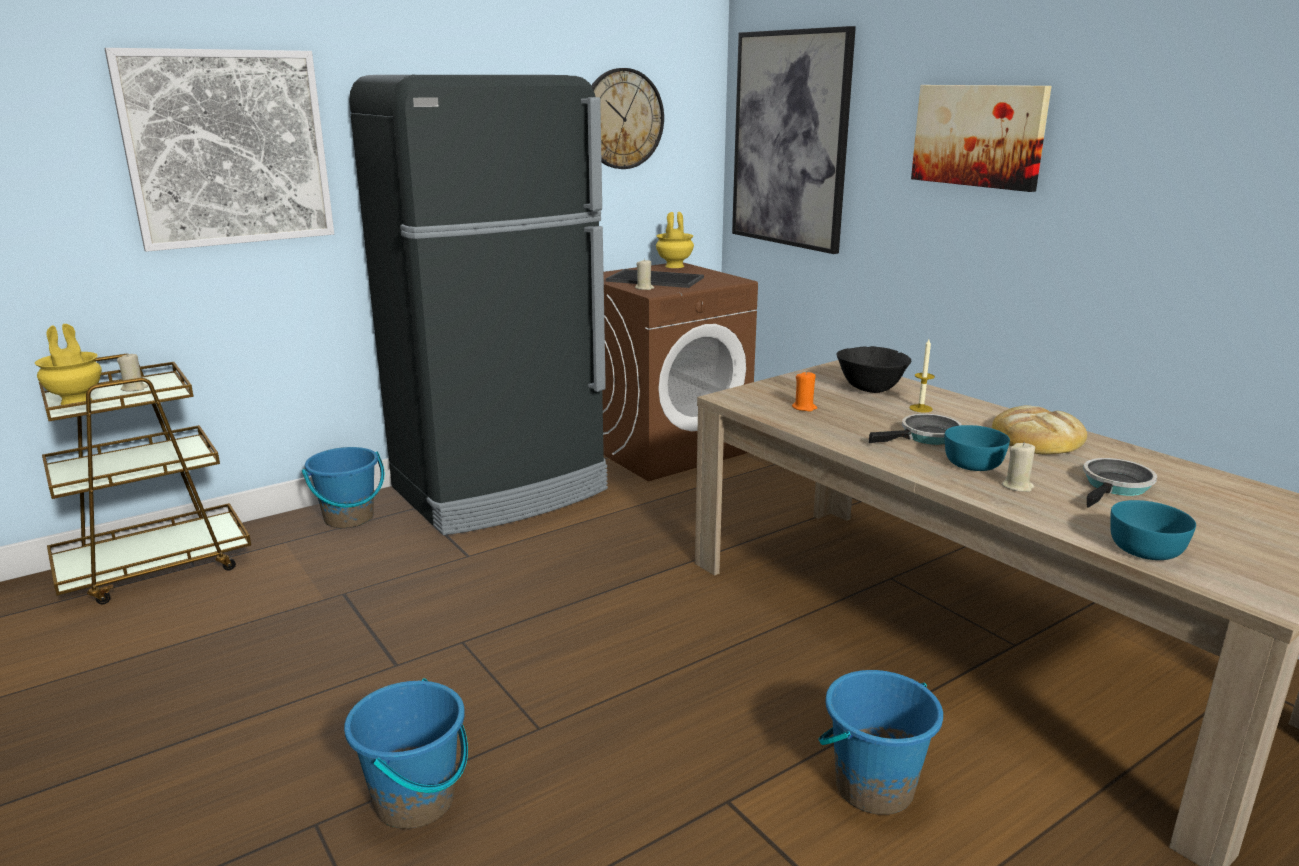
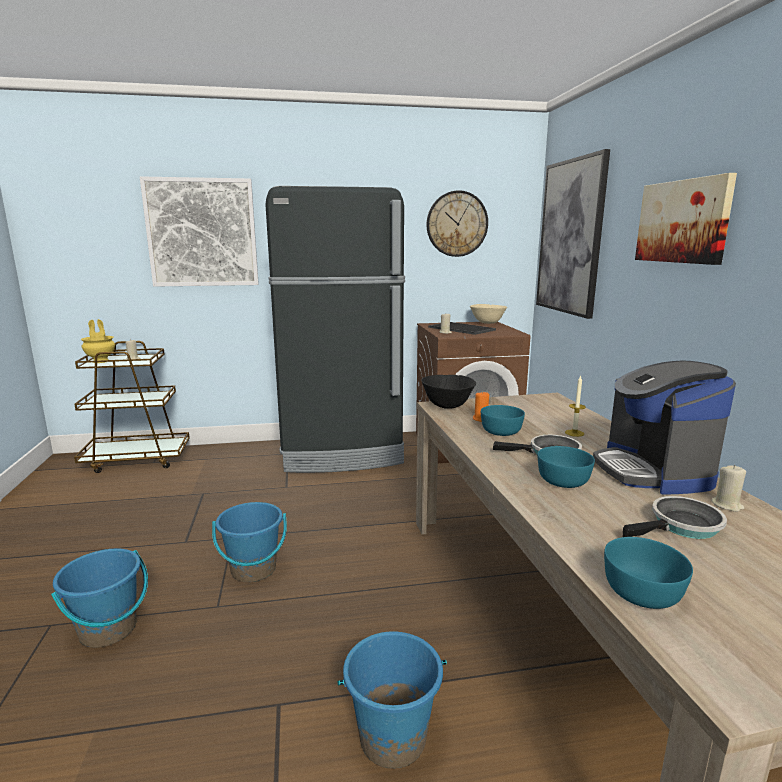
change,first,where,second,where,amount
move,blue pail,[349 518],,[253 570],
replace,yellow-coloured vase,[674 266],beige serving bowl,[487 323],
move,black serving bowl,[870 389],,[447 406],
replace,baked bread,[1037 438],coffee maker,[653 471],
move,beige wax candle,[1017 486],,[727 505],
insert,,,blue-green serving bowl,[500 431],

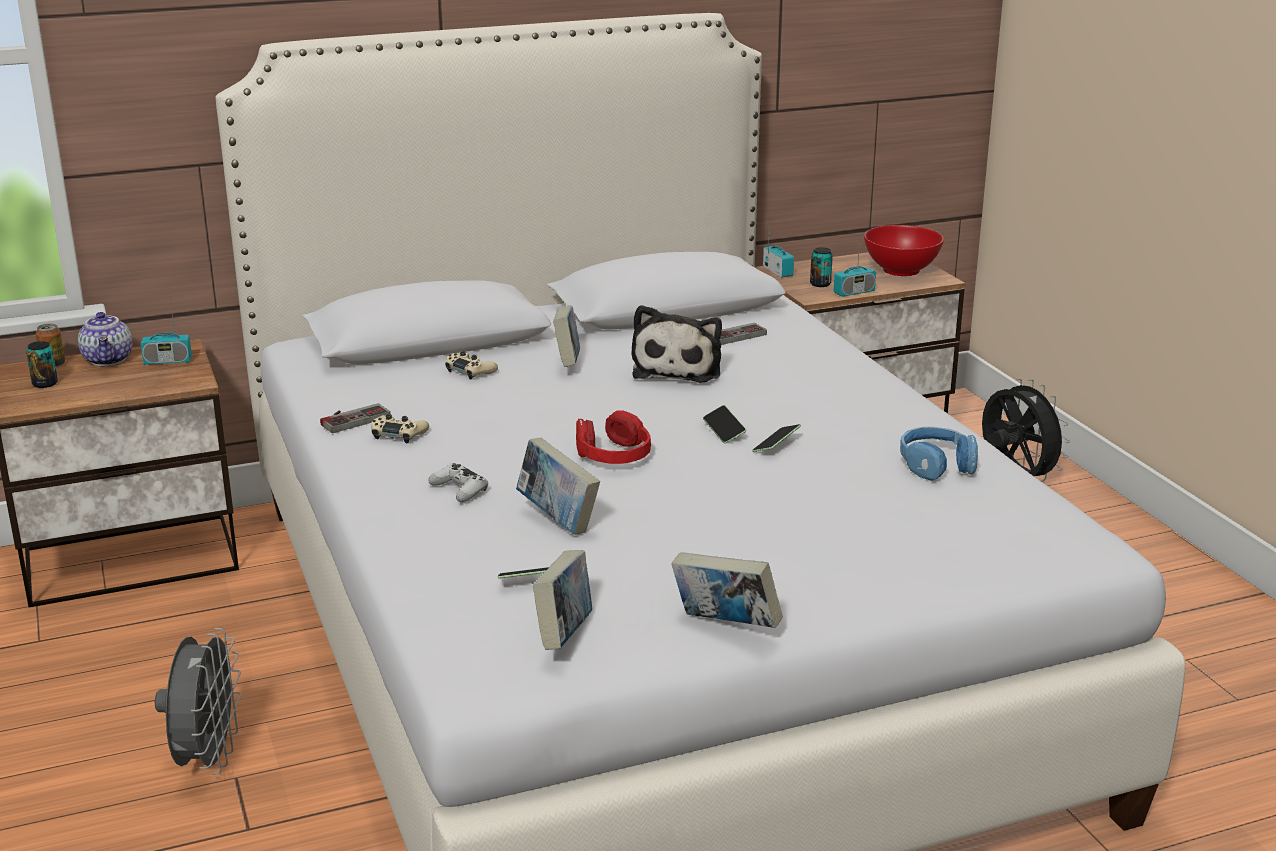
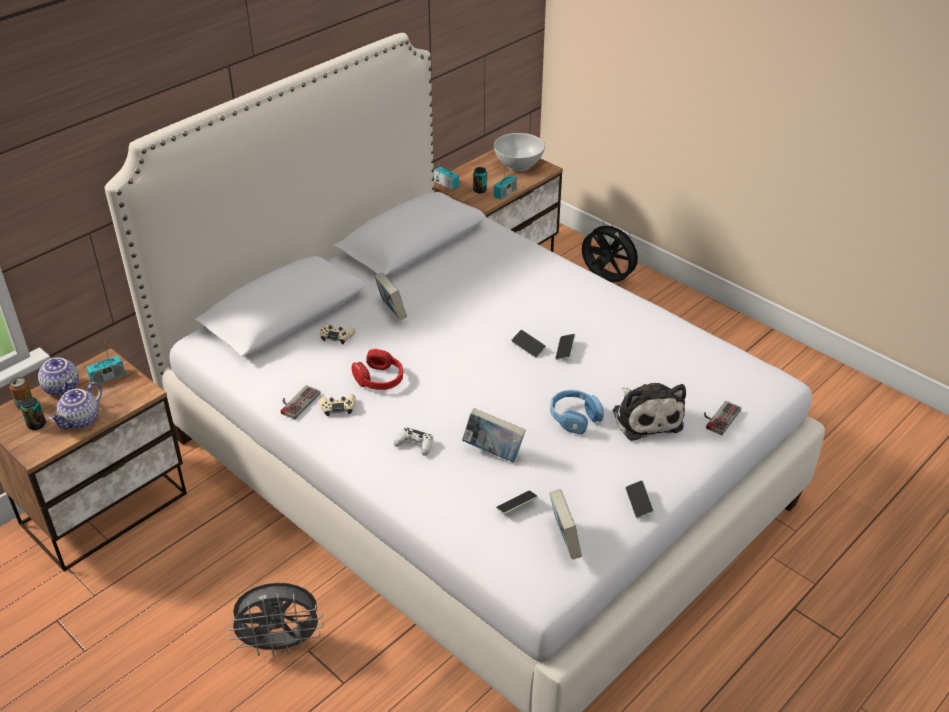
change,first,where,second,where,amount
rotate,greyish fan,[207 759],,[281 644],105 degrees clockwise
move,reddish headphones,[613 456],,[379 379],
move,plush toy,[678 368],,[646 417],
replace,volume,[725 626],telephone,[638 503],
move,gamepad,[733 334],,[718 417],
recolor,reddish serving bowl,[901 270],white serving bowl,[518 165],
move,blue headphones,[936 465],,[574 417],
insert,,,teapot,[81 421],

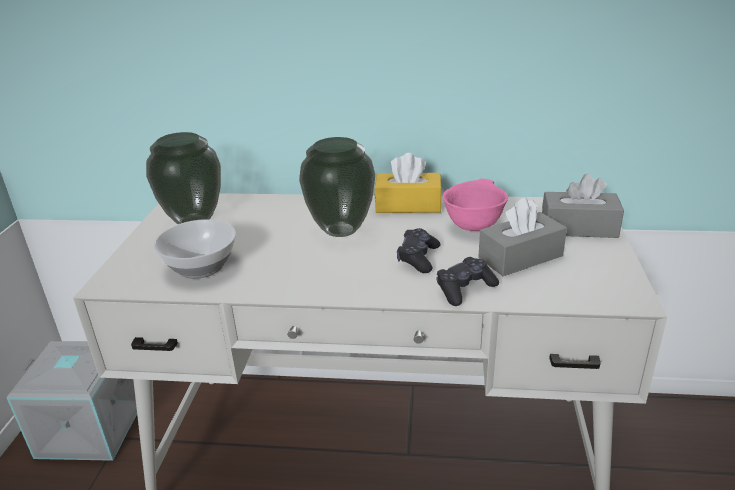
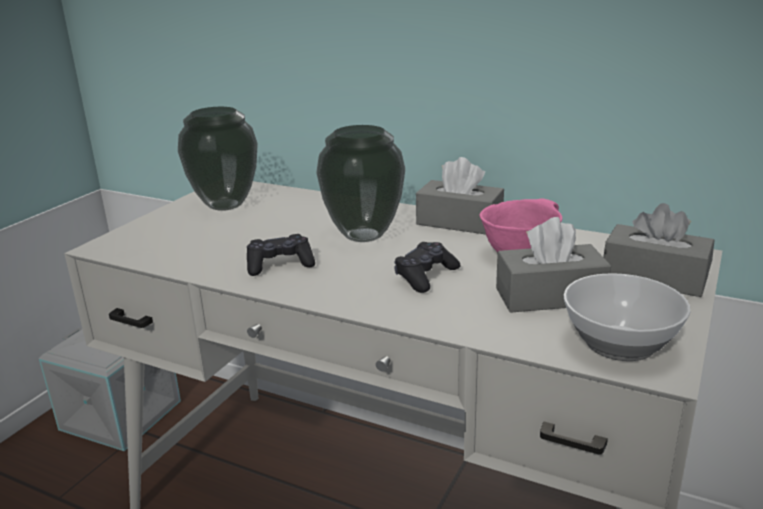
change,first,where,second,where,amount
move,serving bowl,[201 266],,[620 342],
recolor,yellow-coloured tissue box,[408 205],greyish tissue box,[459 222],
move,black gamepad,[465 289],,[280 265],

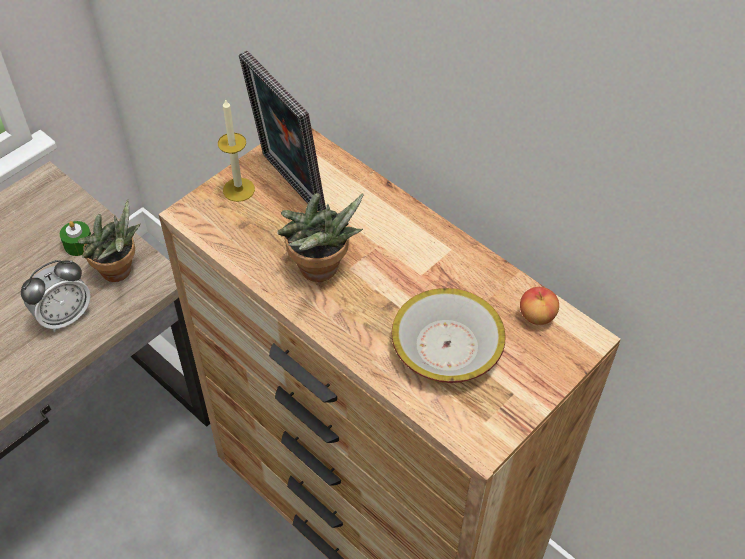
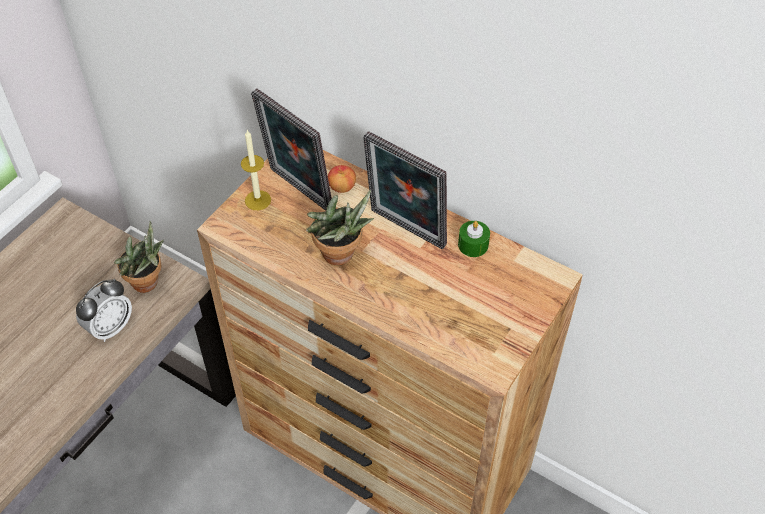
change,first,where,second,where,amount
move,green-coloured wax candle,[79 244],,[473 245],
delete,serving bowl,[447 345],,,
move,apple,[537 316],,[342 187],
insert,,,photo frame,[405 231],

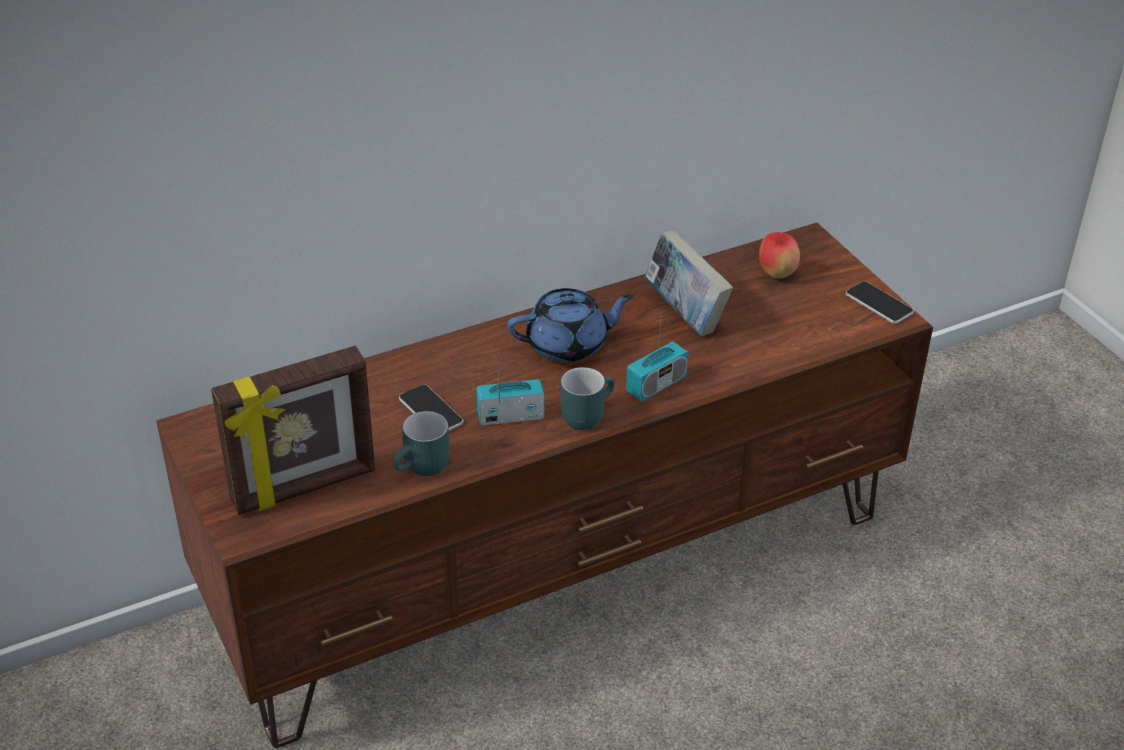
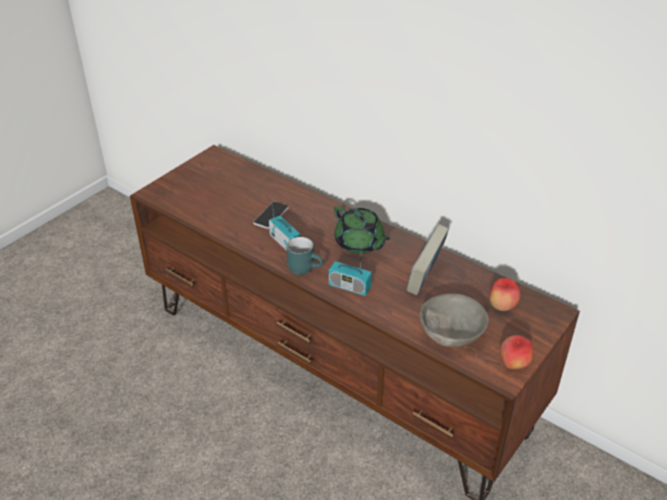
change,first,where,second,where,amount
delete,photo frame,[304 488],,,
delete,blue-green tea mug,[423 468],,,
recolor,blue teapot,[568 345],green-coloured teapot,[359 243],
replace,telephone,[879 304],apple,[513 364],
insert,,,greyish serving bowl,[452 334],

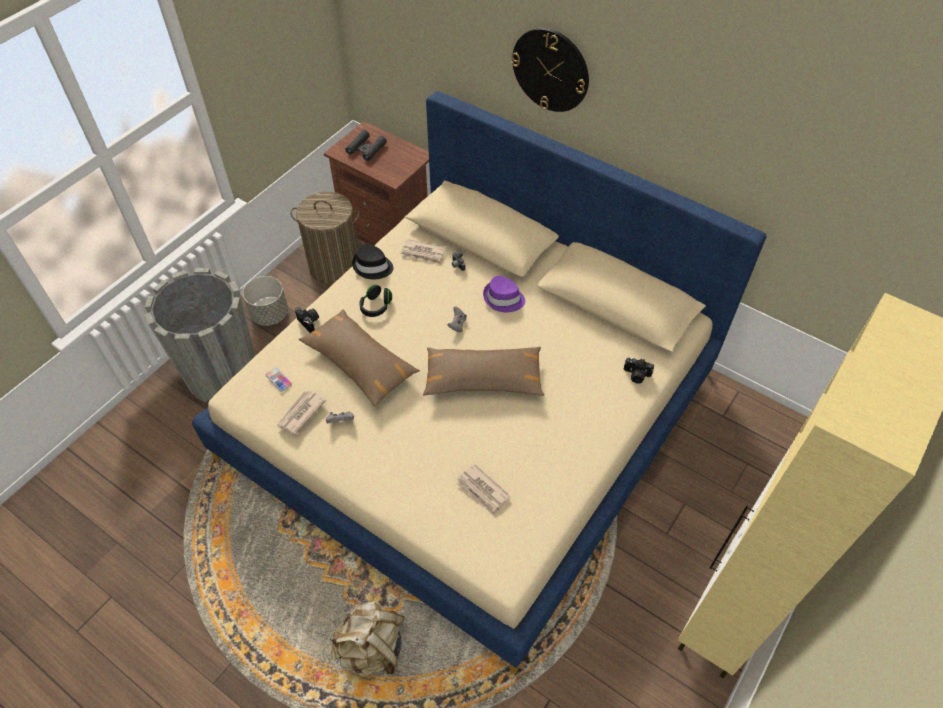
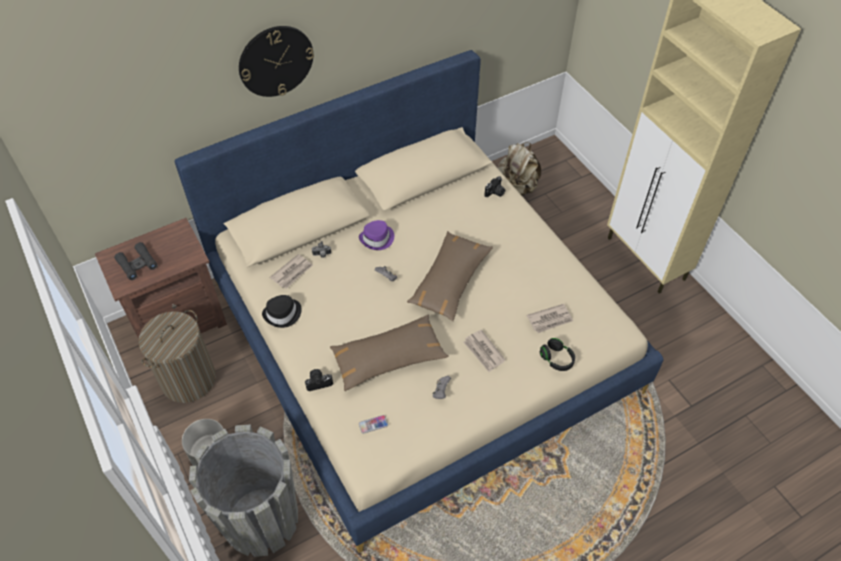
change,first,where,second,where,amount
move,daily paper,[300 413],,[483 352],
move,beige knapsack,[372 648],,[516 188],
move,black headphones,[376 306],,[556 359],

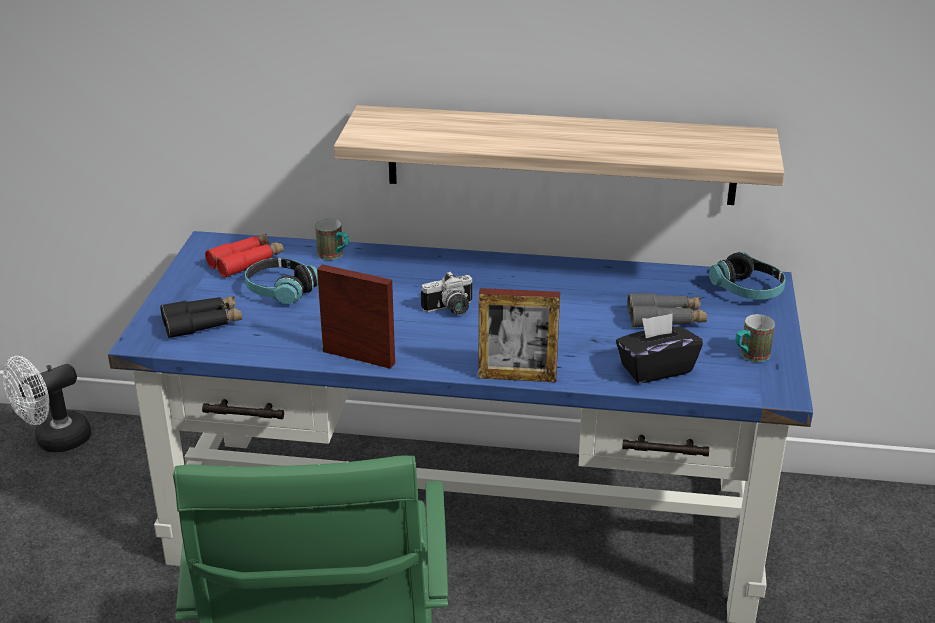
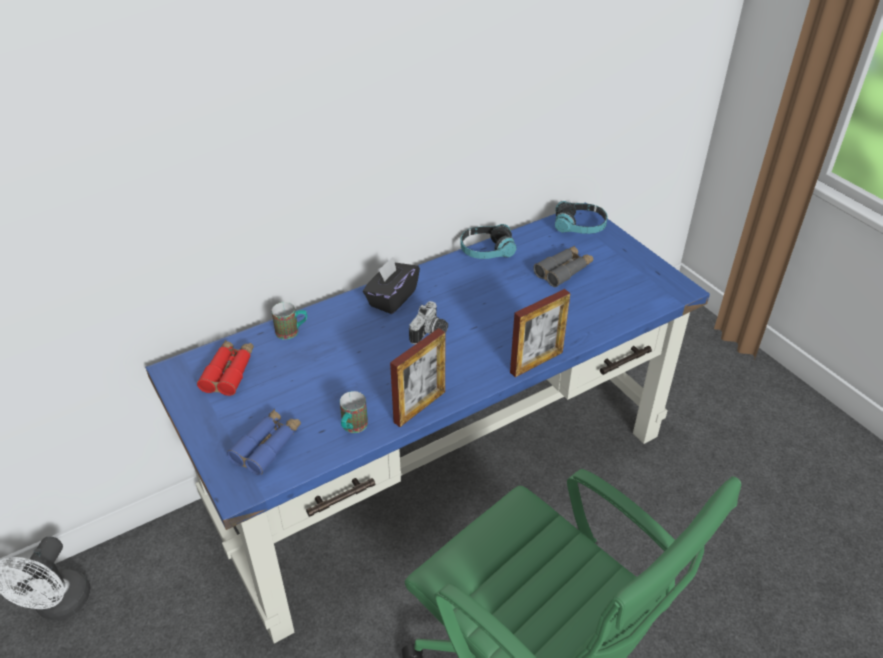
change,first,where,second,where,amount
recolor,black binoculars,[202 323],blue binoculars,[267 446],
move,headphones,[281 290],,[486 250],
rotate,photo frame,[358 357],,[419 407],150 degrees clockwise
delete,wall shelf,[560 155],,,
move,black tissue box,[655 369],,[392 298],
move,tea mug,[750 356],,[352 428],

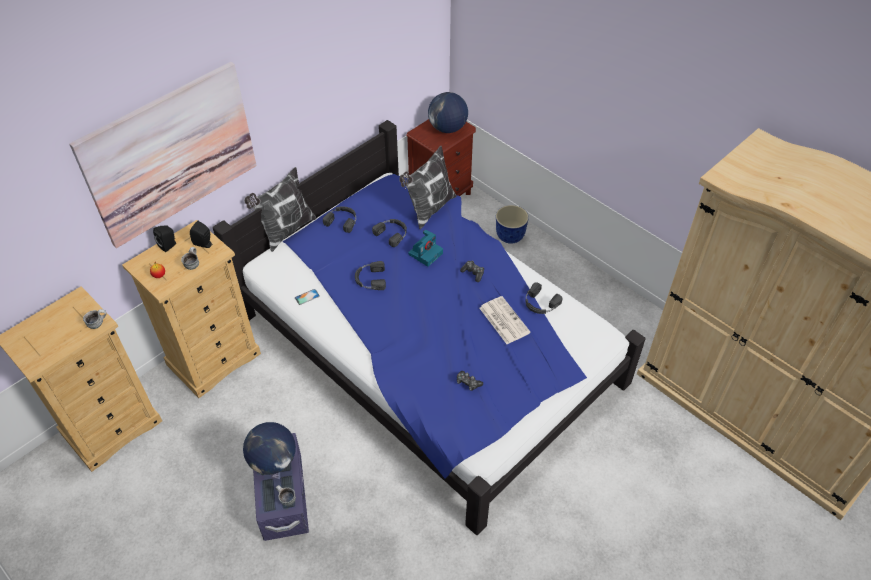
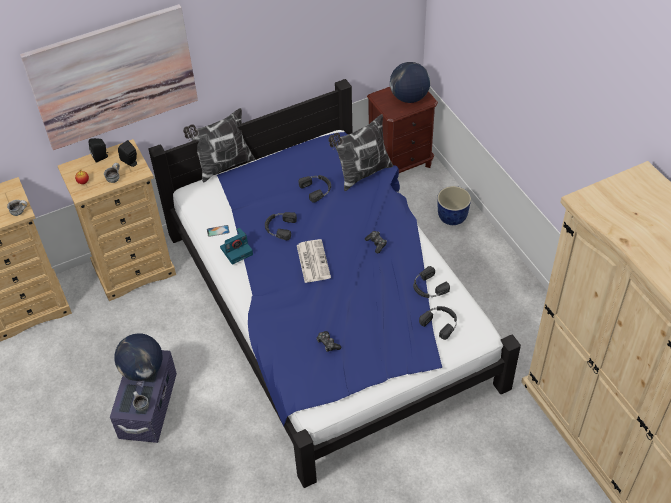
change,first,where,second,where,amount
move,black headphones,[342 220],,[440 322],
move,photo camera,[425 253],,[237 250],
move,daily paper,[503 320],,[312 261],

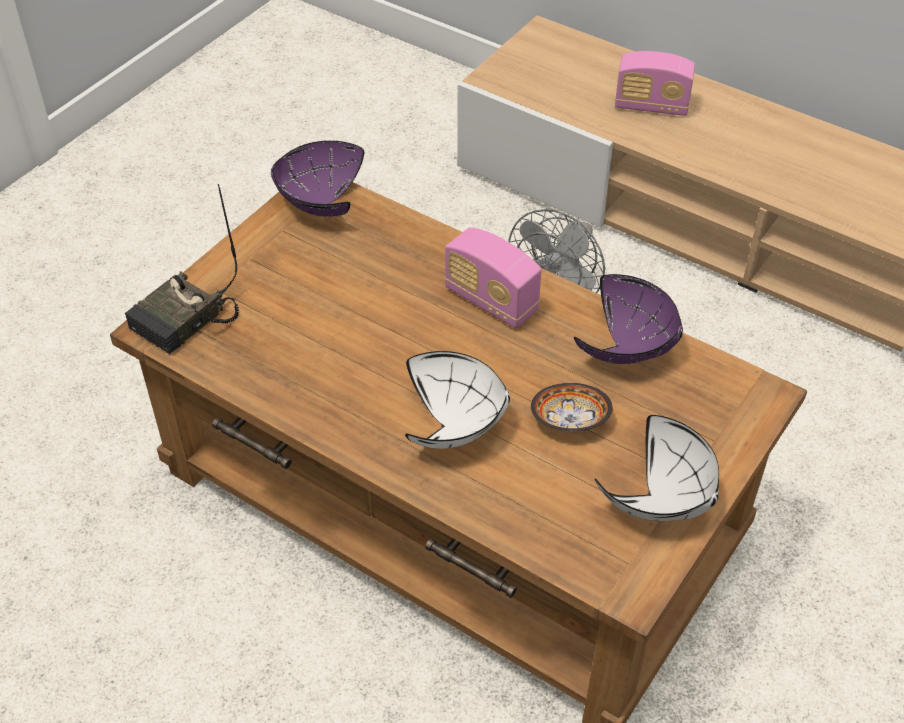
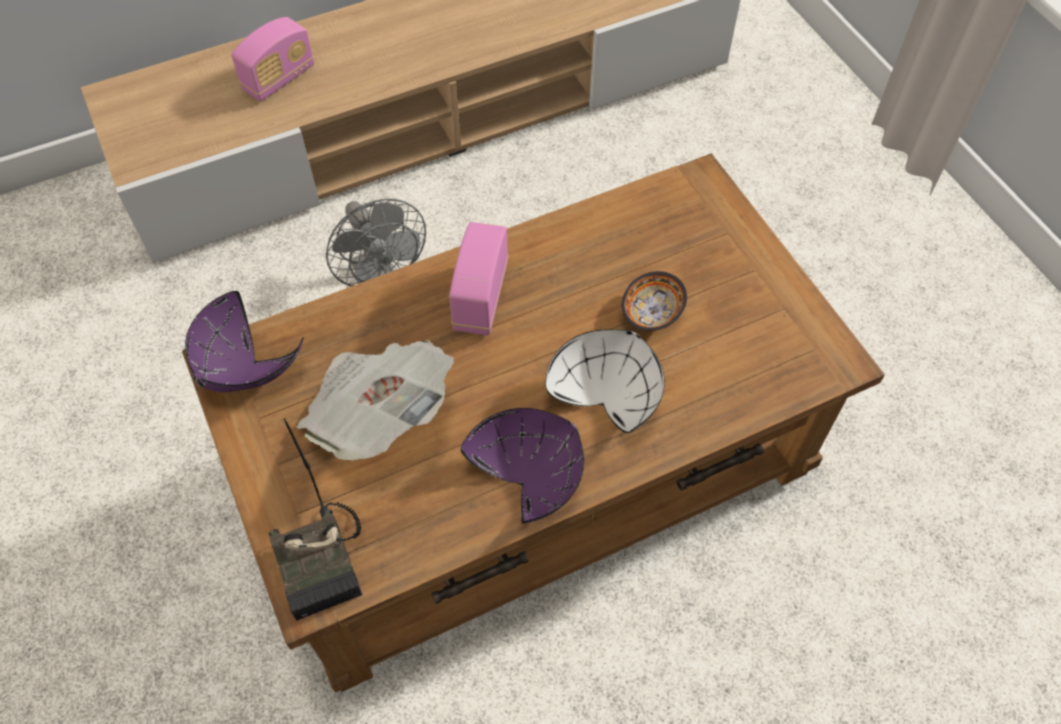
change,first,where,second,where,amount
rotate,radio,[491 301],,[480 298],120 degrees clockwise
move,purple serving bowl,[629 348],,[531 476],
delete,white serving bowl,[661 500],,,
insert,,,daily paper,[378 414],

